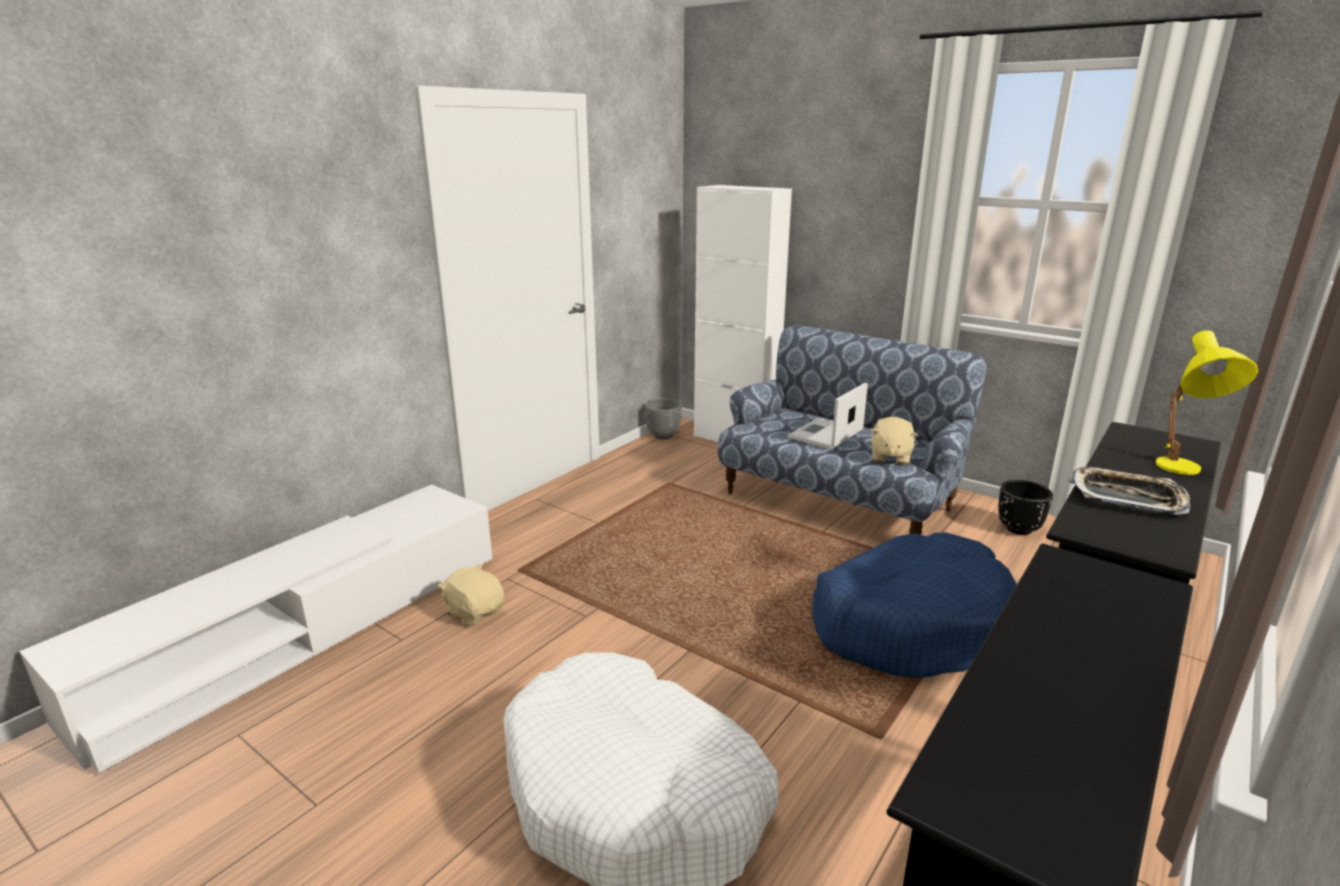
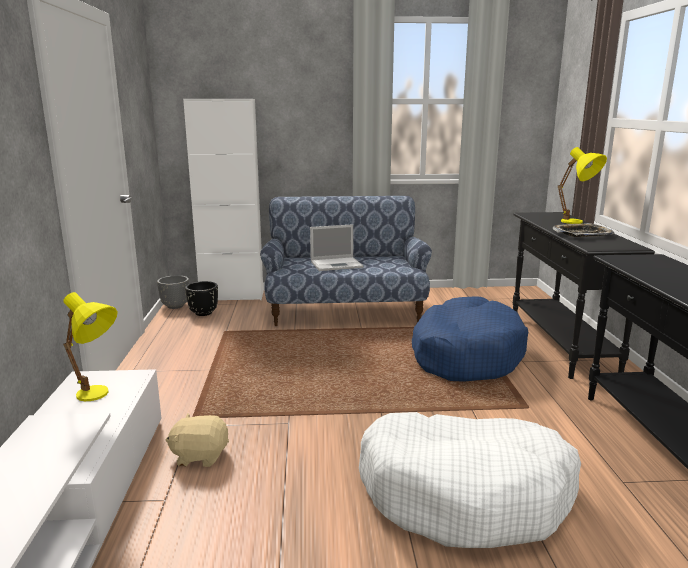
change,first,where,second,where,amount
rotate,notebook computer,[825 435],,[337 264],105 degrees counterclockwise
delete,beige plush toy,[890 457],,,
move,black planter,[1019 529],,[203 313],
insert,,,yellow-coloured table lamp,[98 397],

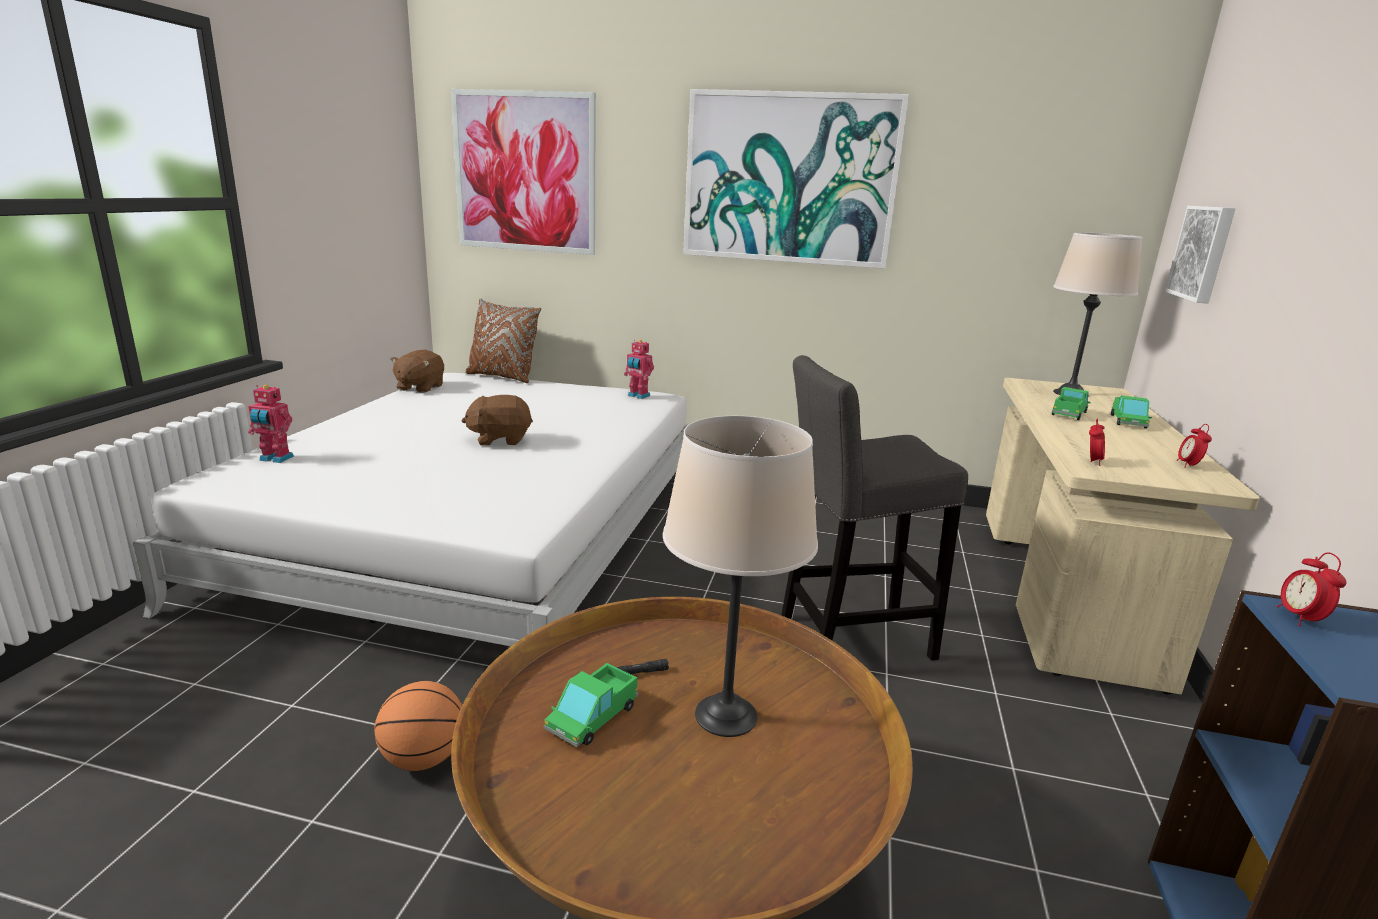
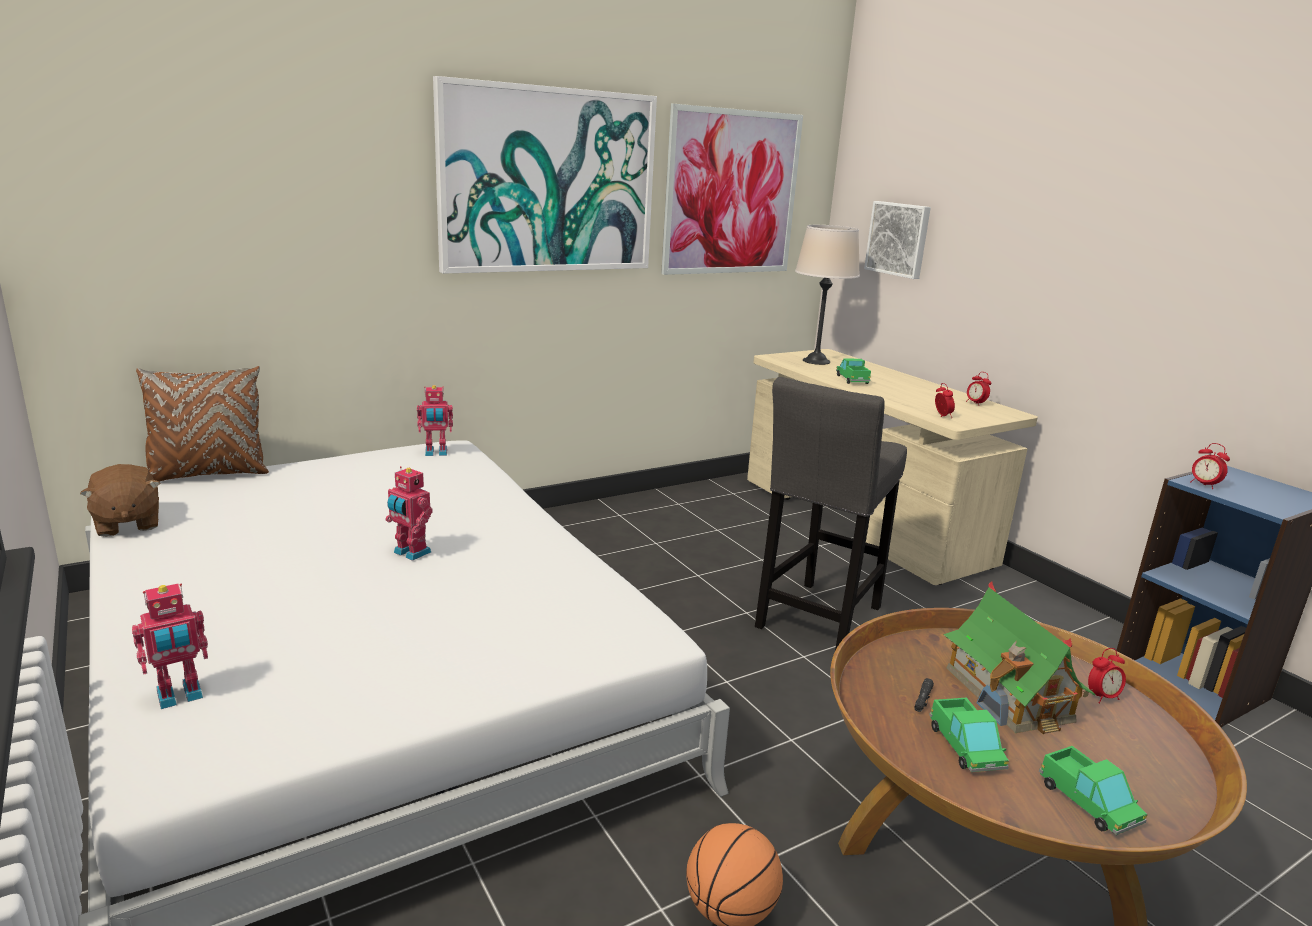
change,first,where,second,where,amount
move,picture,[525 173],,[731 193],
replace,brownish plush toy,[500 439],model robot,[410 553],
replace,beige table lamp,[726 715],toy house,[1009 694],
move,toy lorry,[1128 421],,[1088 802],
insert,,,bedside clock,[1102 697],

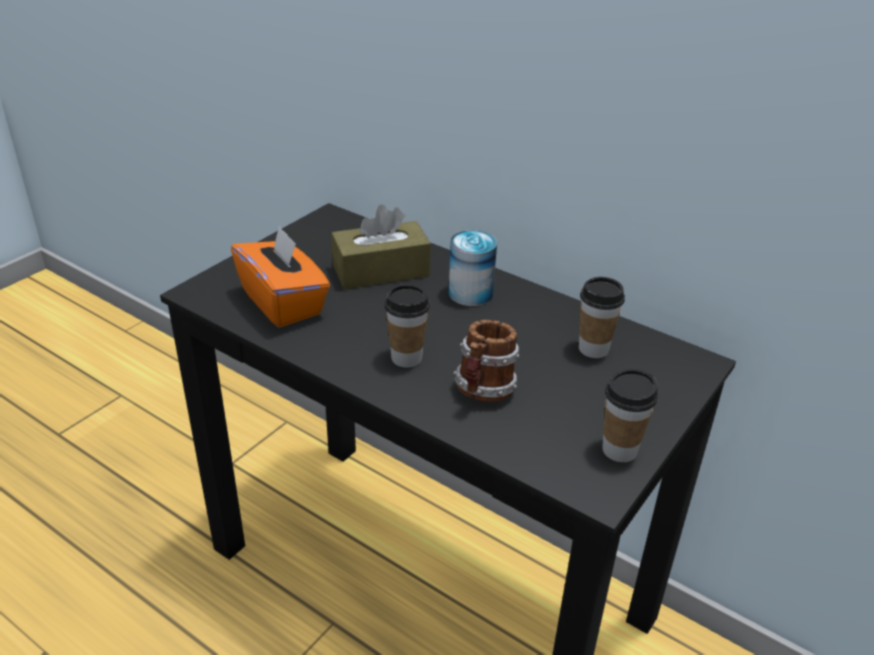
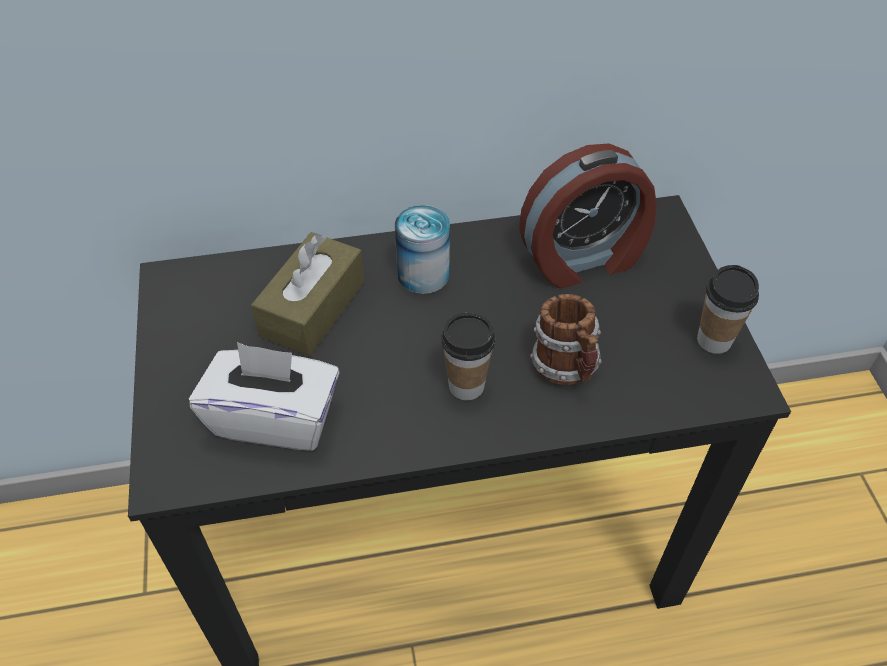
change,first,where,second,where,amount
recolor,orangey tissue box,[283 303],white tissue box,[275 418],
replace,small cup,[593 349],bedside clock,[583 259],

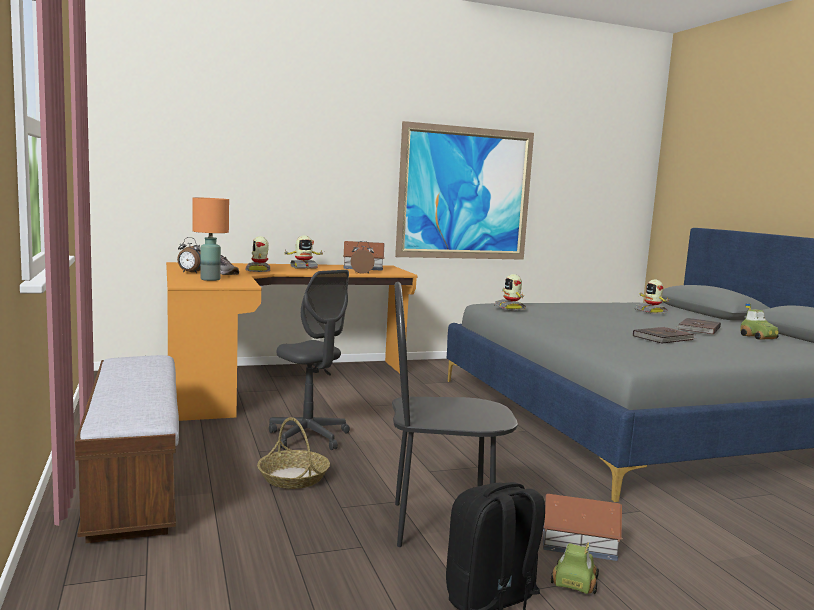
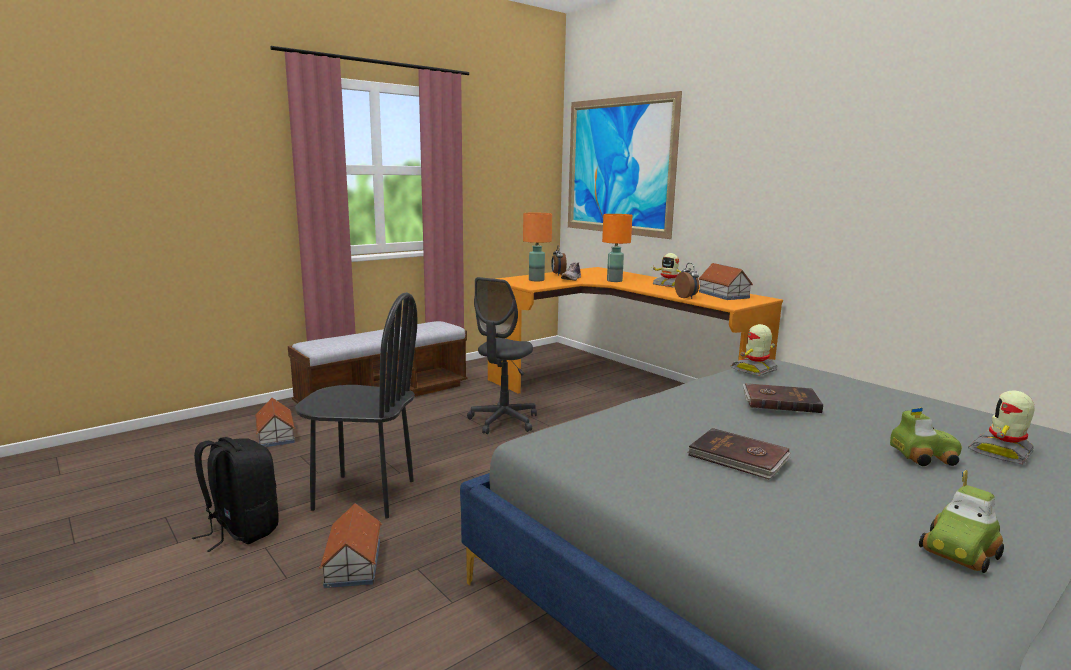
change,first,where,second,where,amount
replace,model robot,[259 270],orangey table lamp,[614 281],
delete,household basket,[293 477],,,
rotate,black upright chair,[441 525],,[364 495],120 degrees clockwise
move,picture,[465 193],,[619 166],
move,toy car,[573 582],,[922 456],
move,brownish volume,[698 328],,[780 401],
insert,,,toy house,[276 435],

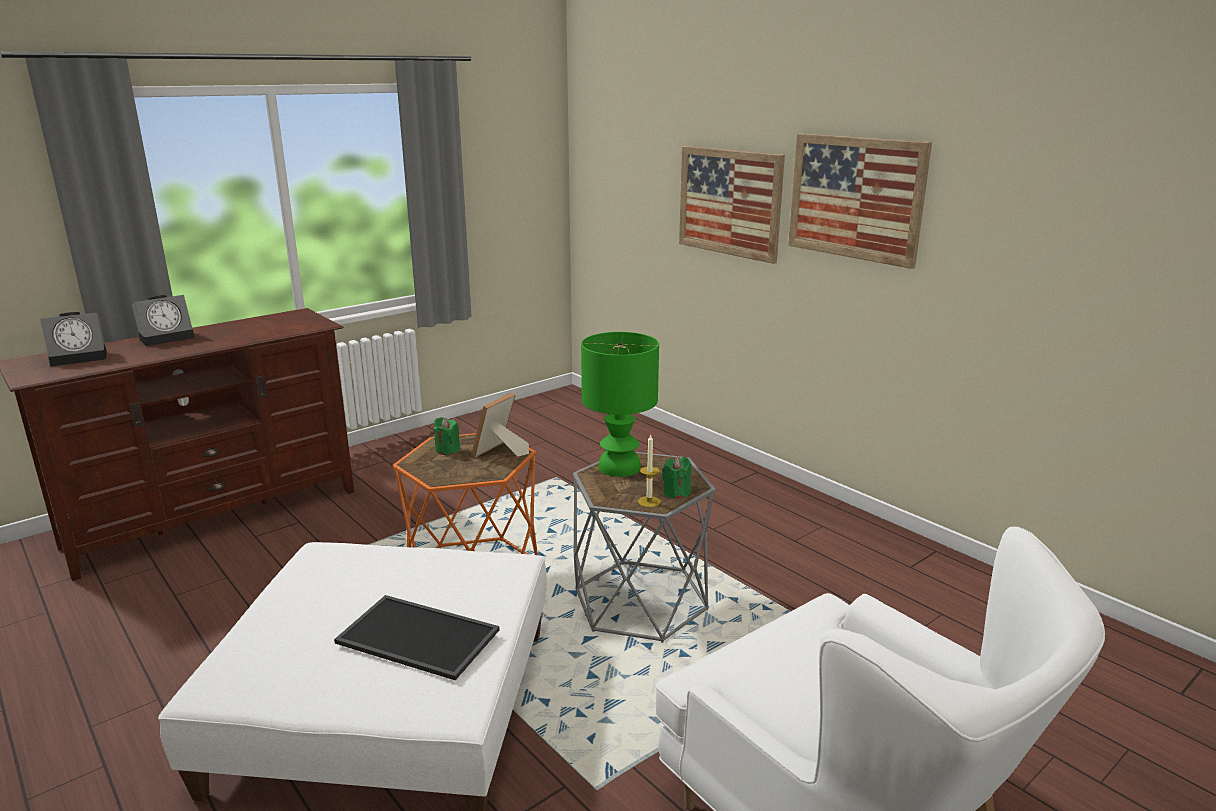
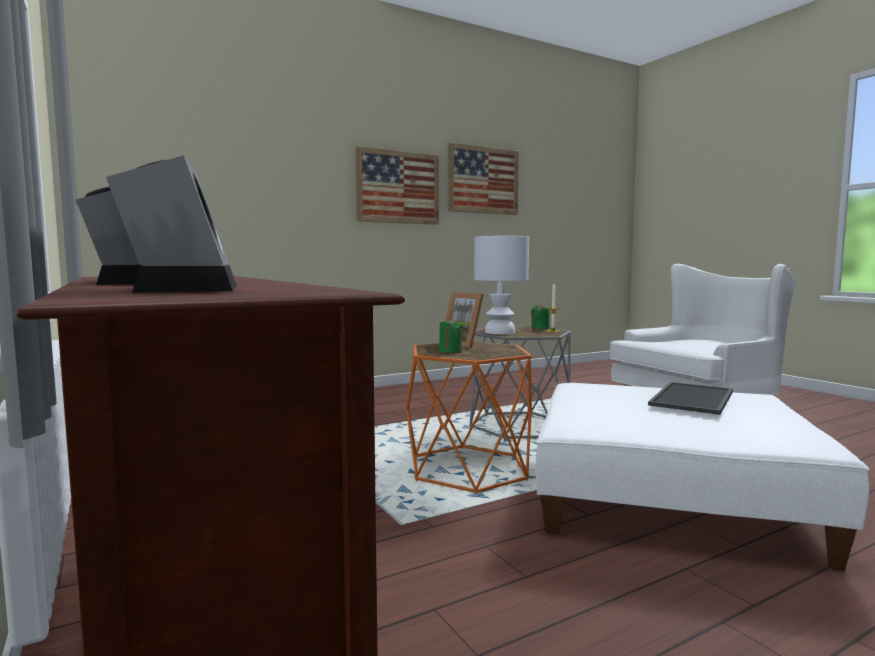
change,first,where,second,where,amount
recolor,green-coloured table lamp,[619 468],white table lamp,[500 332],
move,picture,[729 202],,[483 180],

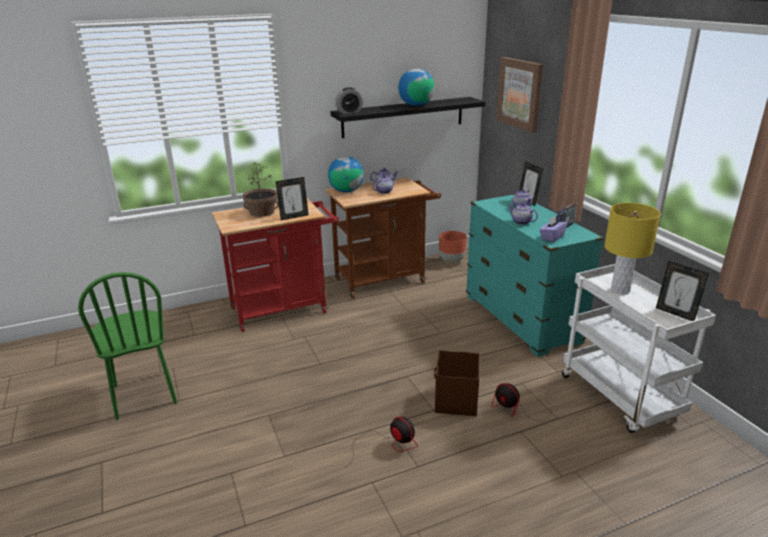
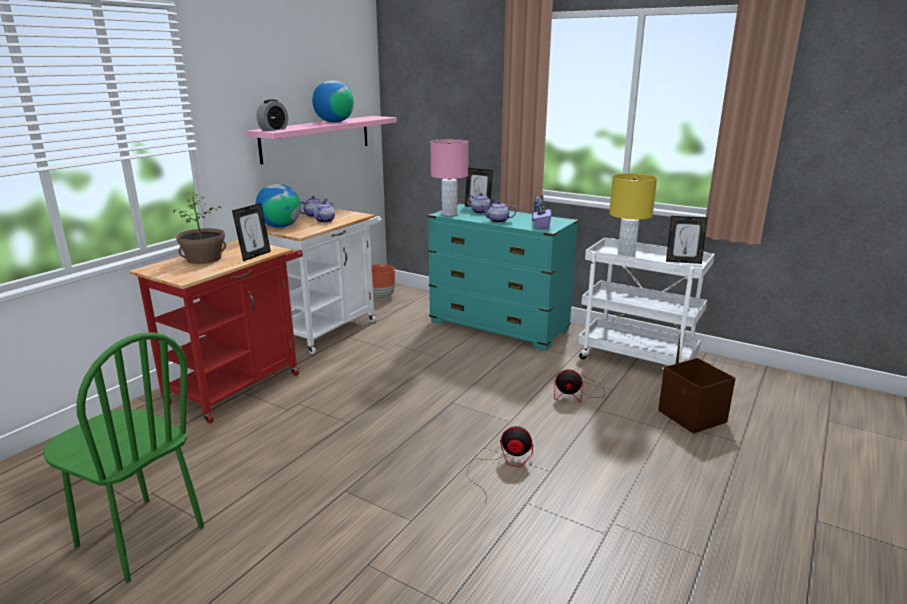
change,first,where,second,where,amount
recolor,brownish trolley,[385 279],white trolley,[329 328],
recolor,black wall shelf,[403 117],pink wall shelf,[317 138],
move,brownish storage container,[455 401],,[692 417],
delete,picture,[520 93],,,
insert,,,pink table lamp,[449 214],

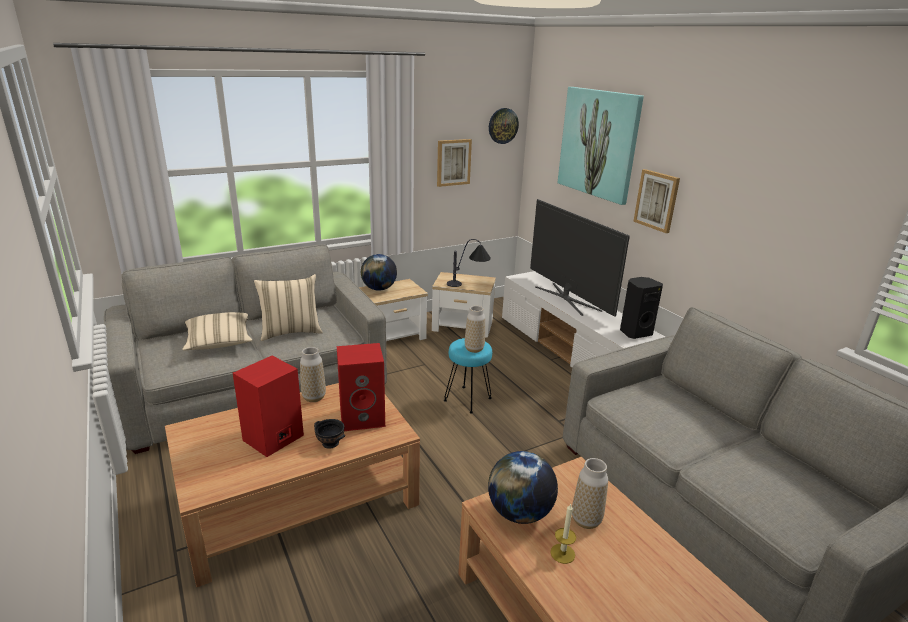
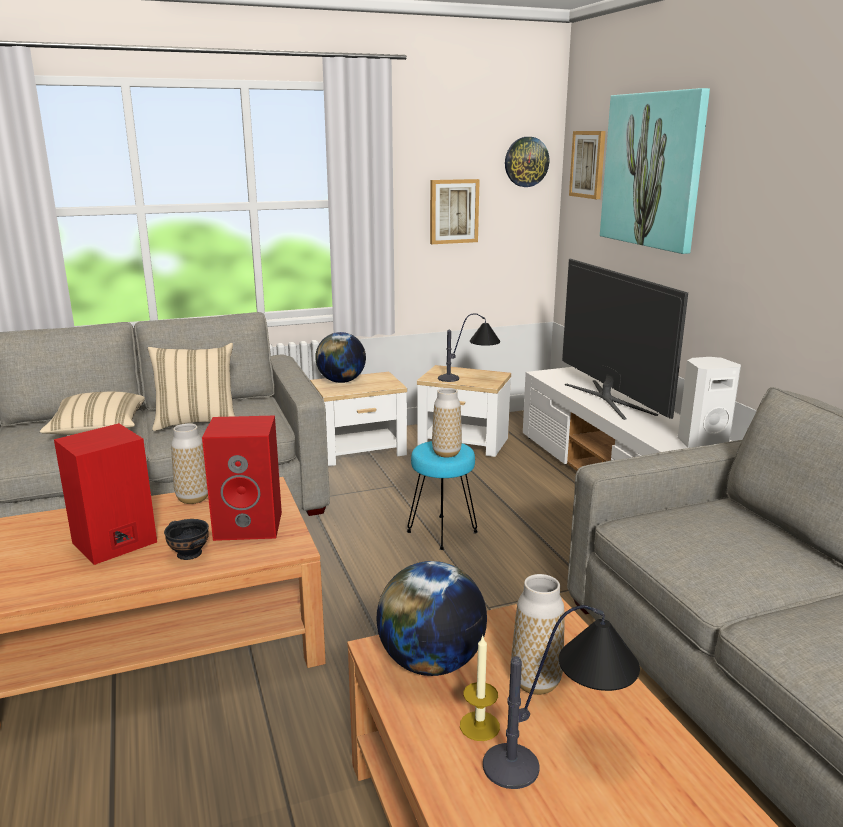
change,first,where,second,where,amount
recolor,black audio speaker,[635 332],white audio speaker,[701 442],
move,picture,[657 200],,[588 164],
insert,,,table lamp,[561 750],

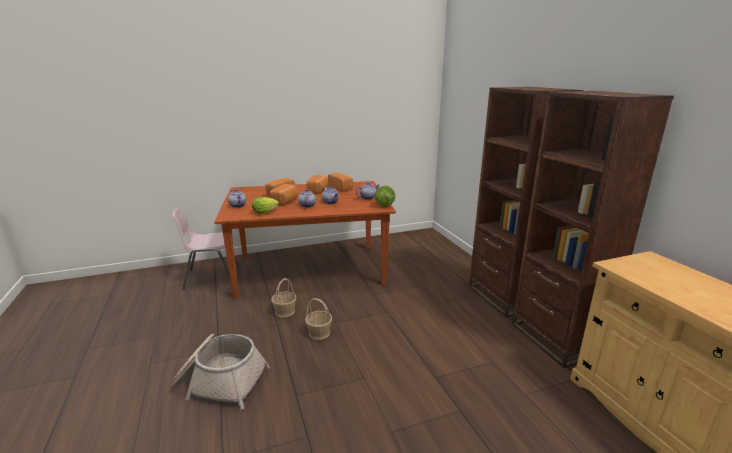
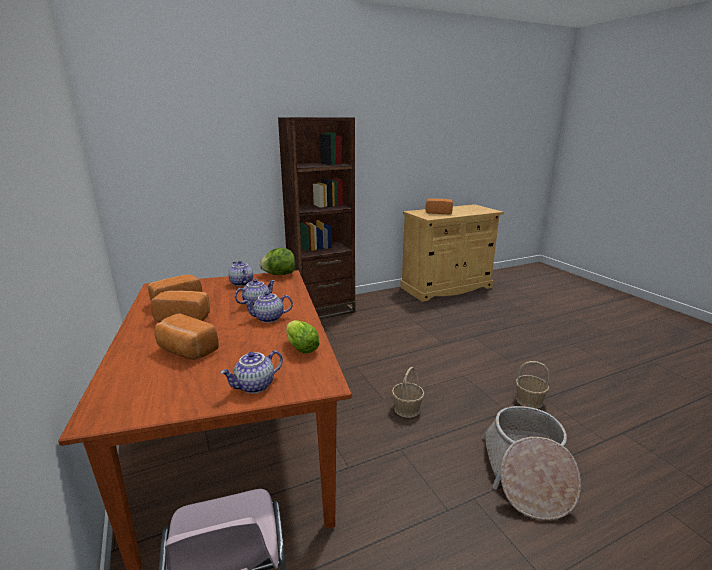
change,first,where,second,where,amount
move,baked bread,[285 202],,[439 212],
move,household basket,[284 311],,[529 401],
delete,brownish bookshelf,[555 339],,,

